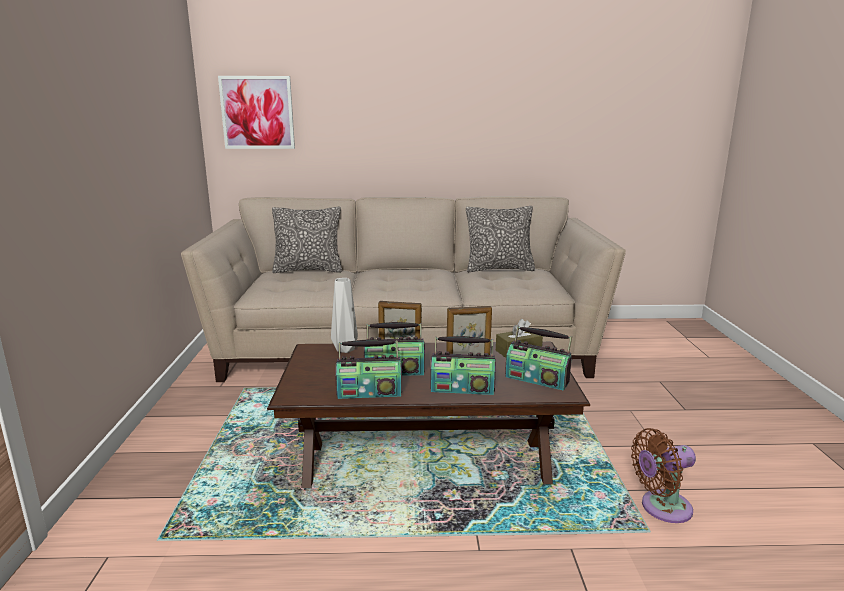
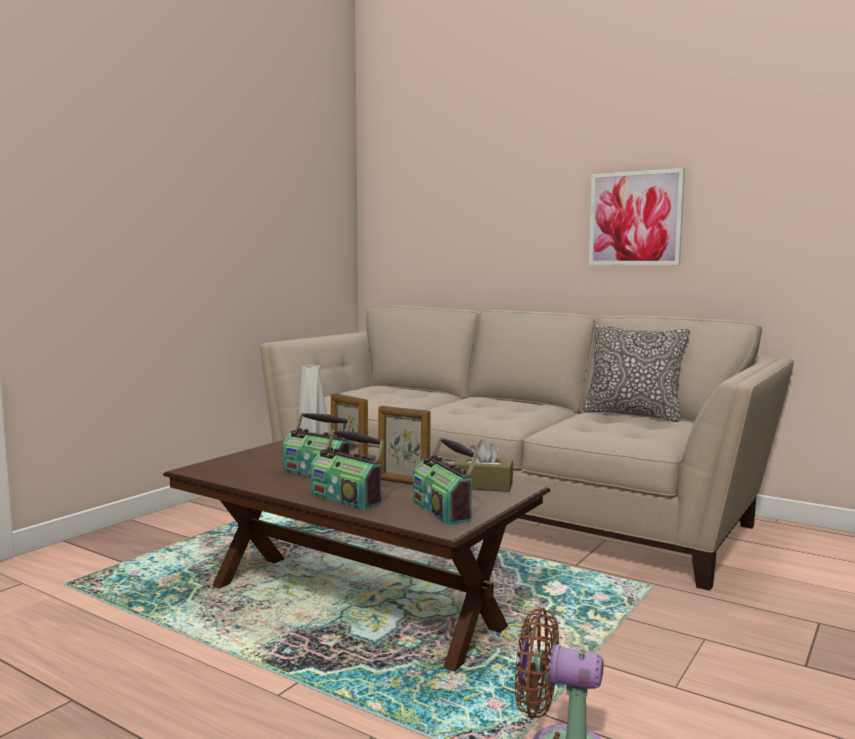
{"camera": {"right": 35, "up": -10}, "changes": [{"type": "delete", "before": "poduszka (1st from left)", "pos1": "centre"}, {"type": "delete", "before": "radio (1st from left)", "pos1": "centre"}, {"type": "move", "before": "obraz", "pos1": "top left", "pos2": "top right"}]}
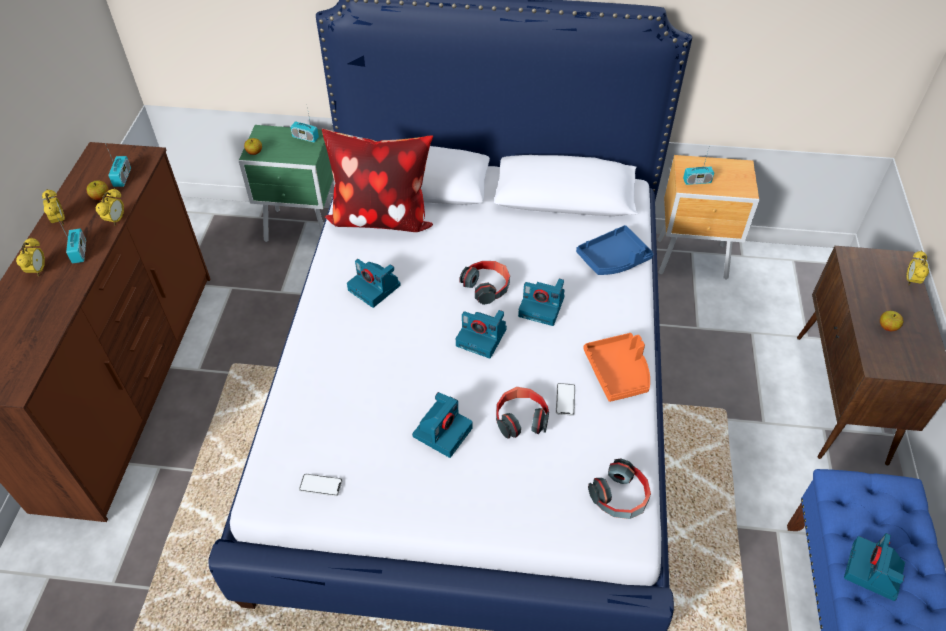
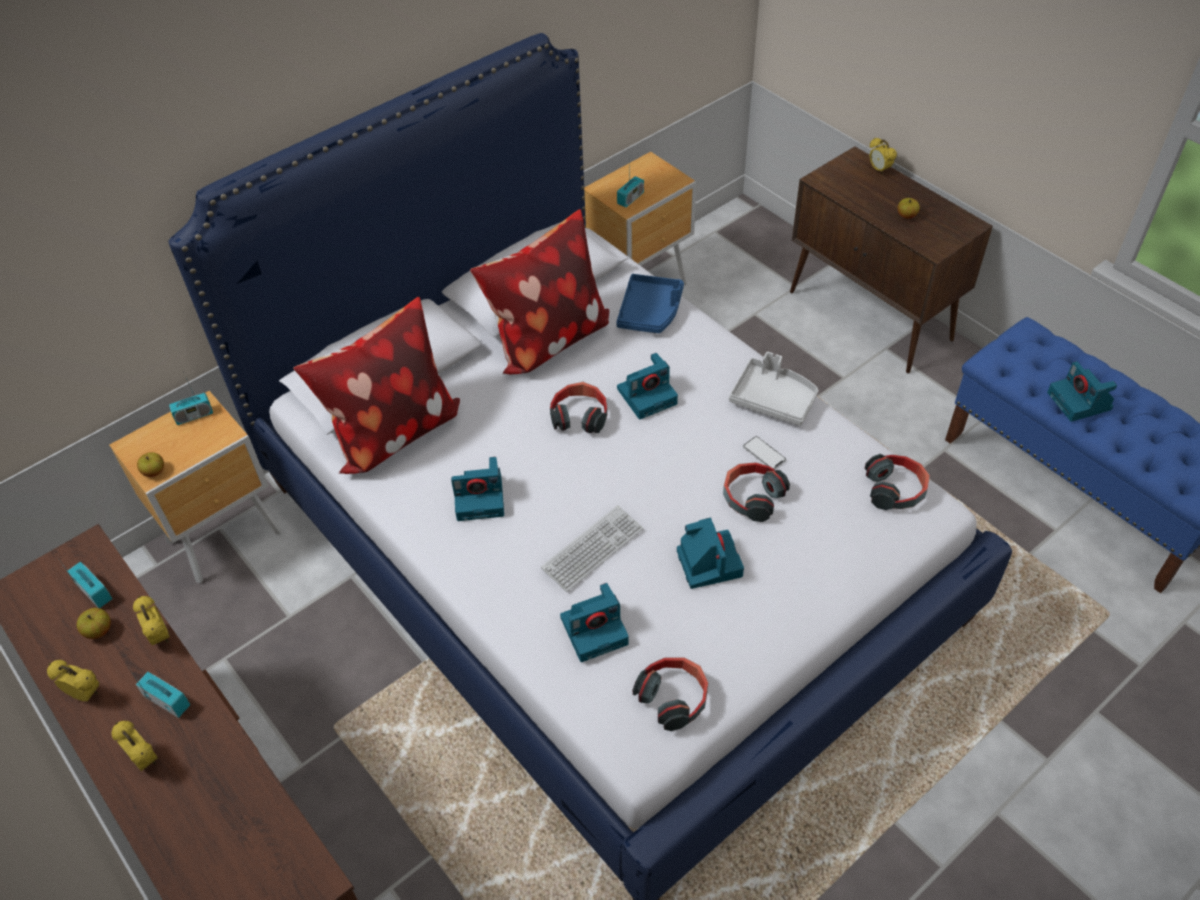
{"camera": {"right": -45, "up": 0}, "changes": [{"type": "insert", "after": "poduszka (2nd from left)", "pos2": "top centre"}, {"type": "insert", "after": "klawiatura", "pos2": "centre"}, {"type": "move", "before": "aparat fotograficzny (3rd from left in the first image)", "after": "aparat fotograficzny (2nd from left)", "pos1": "centre", "pos2": "bottom centre"}, {"type": "replace", "before": "telefon (1st from left)", "after": "słuchawki (2nd from left)", "pos1": "bottom centre", "pos2": "bottom centre"}, {"type": "recolor", "before": "szafka nocna (zielony)", "after": "szafka nocna (brązowy) (1st from left)", "pos1": "top left", "pos2": "middle left"}, {"type": "recolor", "before": "taca (pomarańczowy)", "after": "taca (szary)", "pos1": "centre", "pos2": "centre"}]}
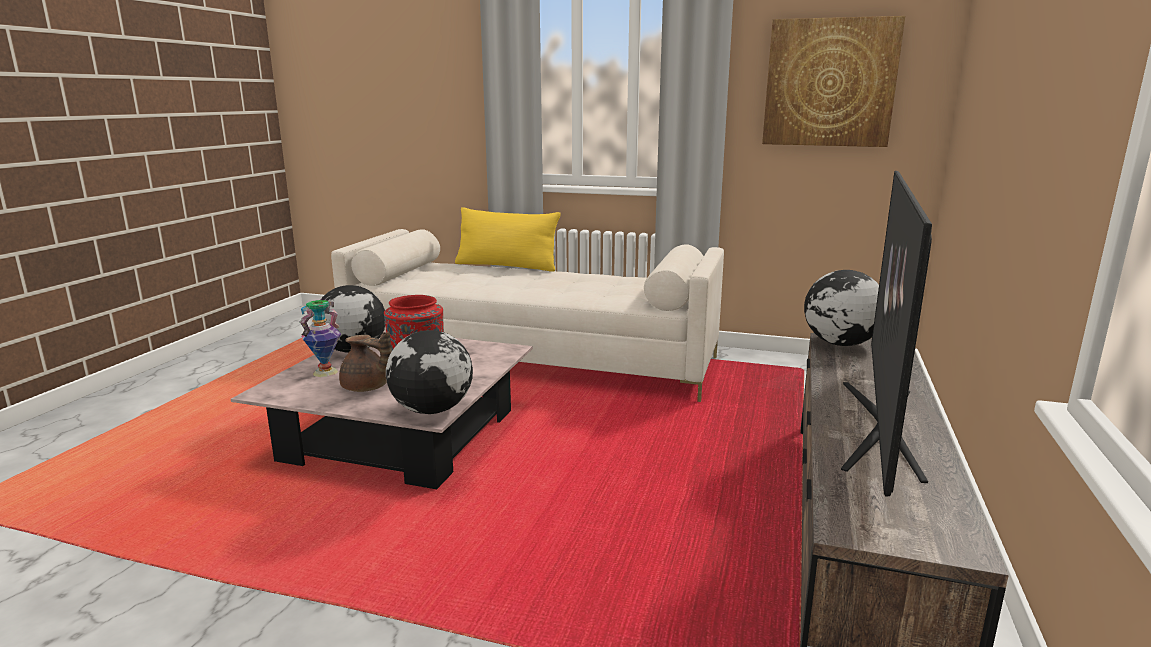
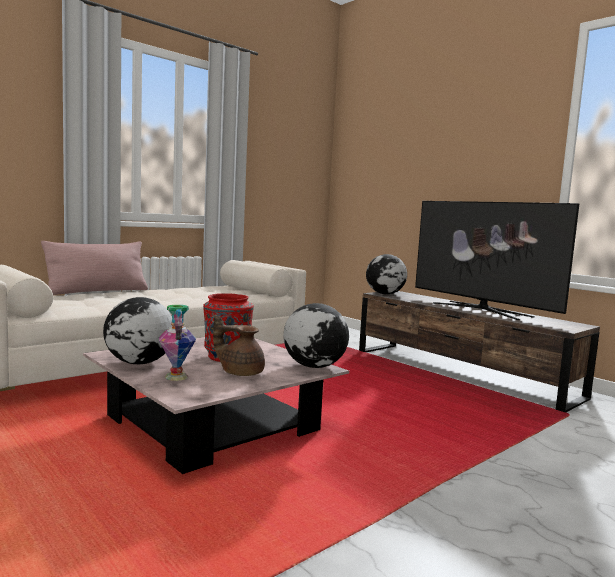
{"camera": {"right": -60, "up": -10}, "changes": [{"type": "delete", "before": "obraz", "pos1": "top right"}, {"type": "recolor", "before": "poduszka (żółty)", "after": "poduszka (różowy)", "pos1": "centre", "pos2": "middle left"}, {"type": "rotate", "before": "imbryk (brązowy)", "pos1": "middle left", "pos2": "centre", "turn": -135}]}
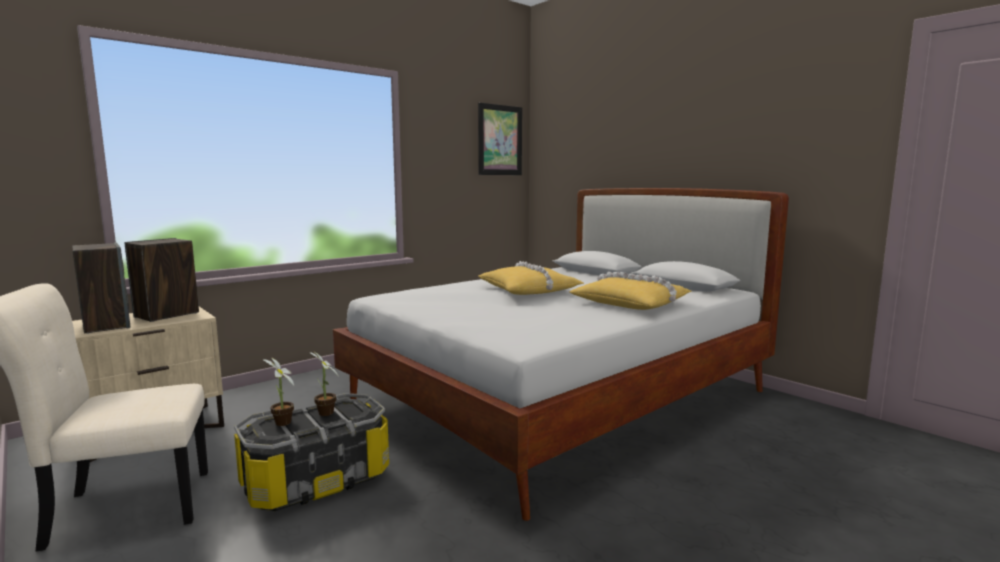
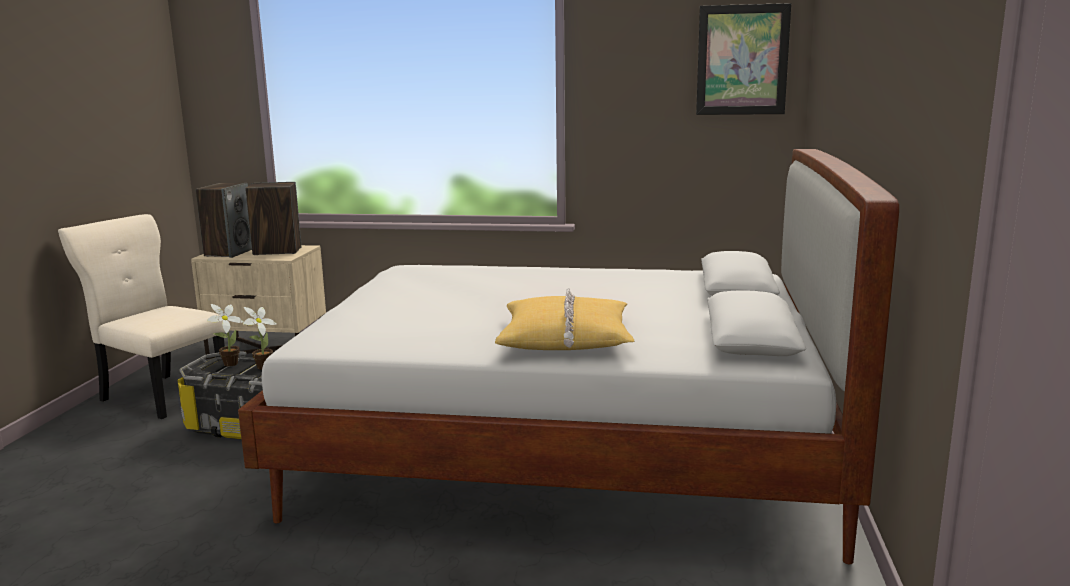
{"camera": {"right": 50, "up": 5}, "changes": [{"type": "delete", "before": "poduszka (żółty) (1st from left)", "pos1": "centre"}]}
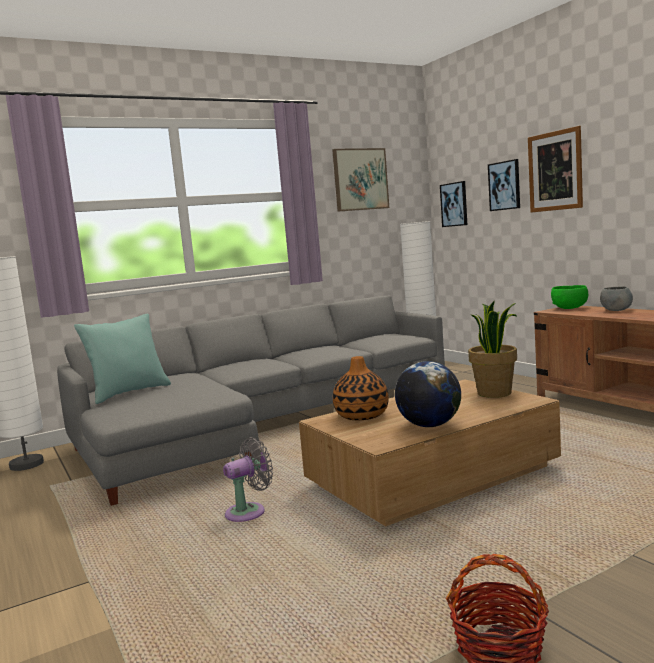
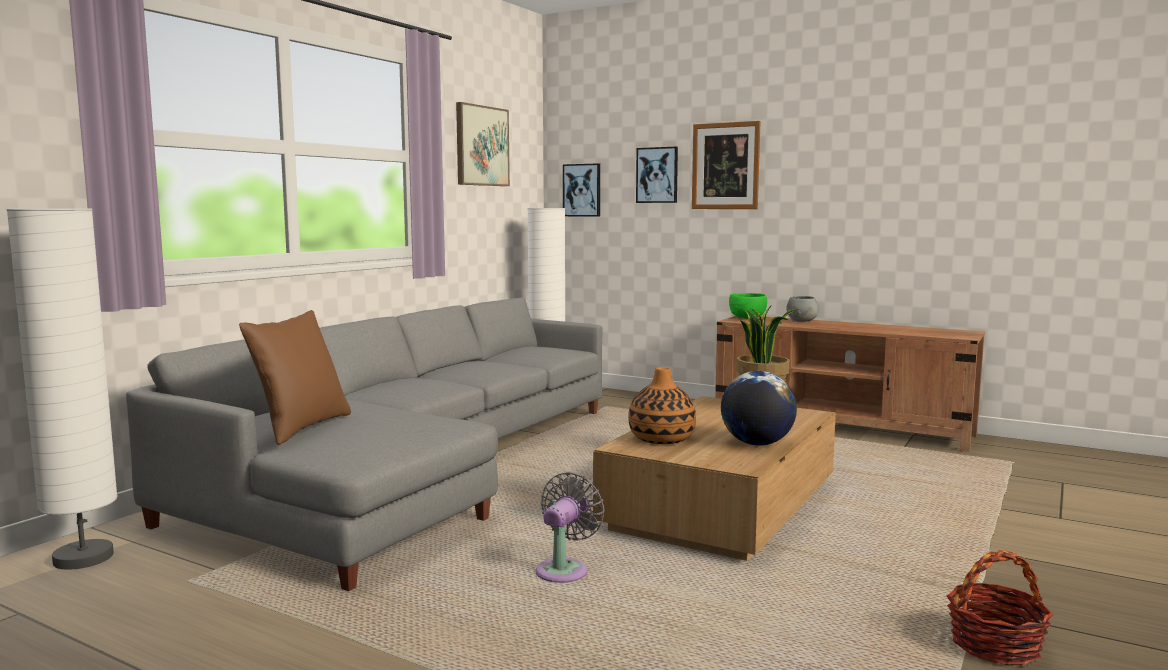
{"camera": {"right": -30, "up": 0}, "changes": [{"type": "recolor", "before": "poduszka (turkusowy)", "after": "poduszka (brązowy)", "pos1": "middle left", "pos2": "middle left"}]}
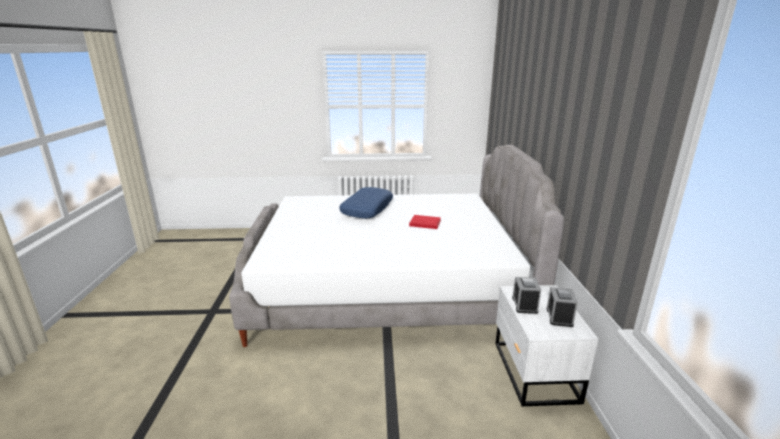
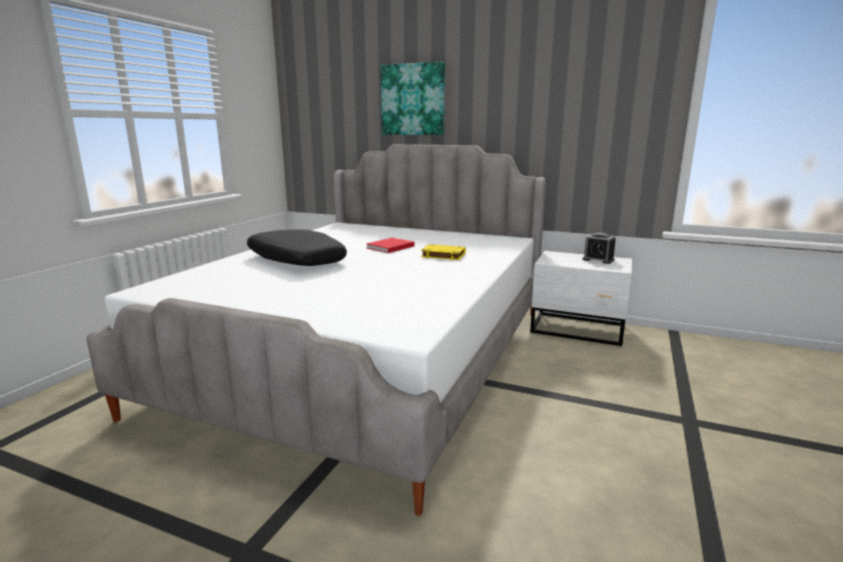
{"camera": {"right": -65, "up": -5}, "changes": [{"type": "delete", "before": "budzik (1st from left)", "pos1": "bottom right"}, {"type": "insert", "after": "obraz", "pos2": "top centre"}, {"type": "insert", "after": "książka (żółty)", "pos2": "centre"}, {"type": "recolor", "before": "poduszka (niebieski)", "after": "poduszka (czarny)", "pos1": "centre", "pos2": "centre"}]}
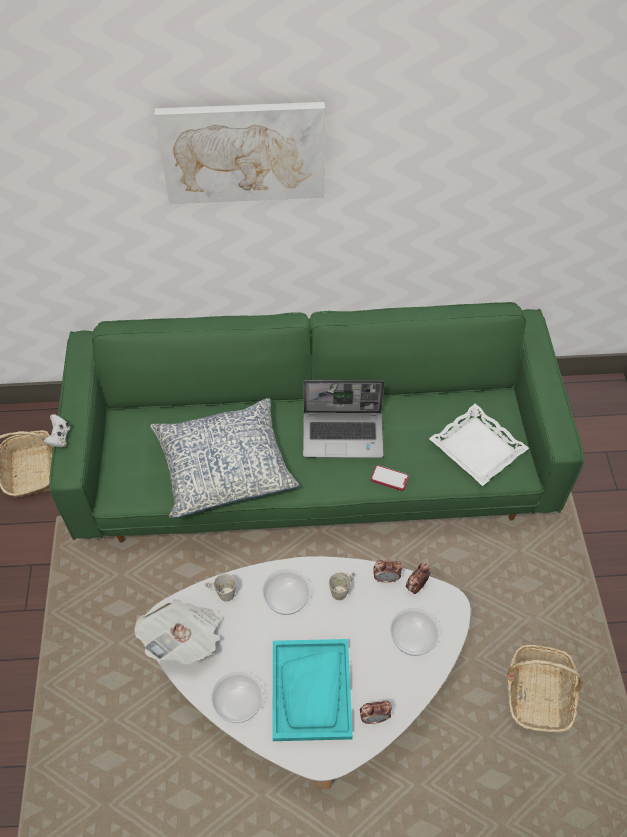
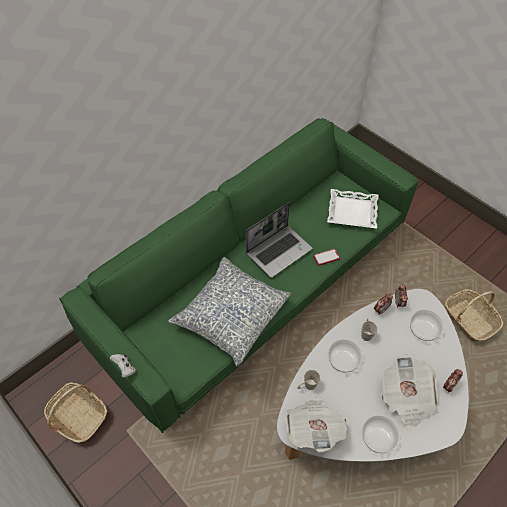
{"camera": {"right": -40, "up": 0}, "changes": [{"type": "delete", "before": "obraz", "pos1": "top centre"}, {"type": "replace", "before": "taca (turkusowy)", "after": "gazeta (2nd from left)", "pos1": "bottom centre", "pos2": "bottom right"}]}
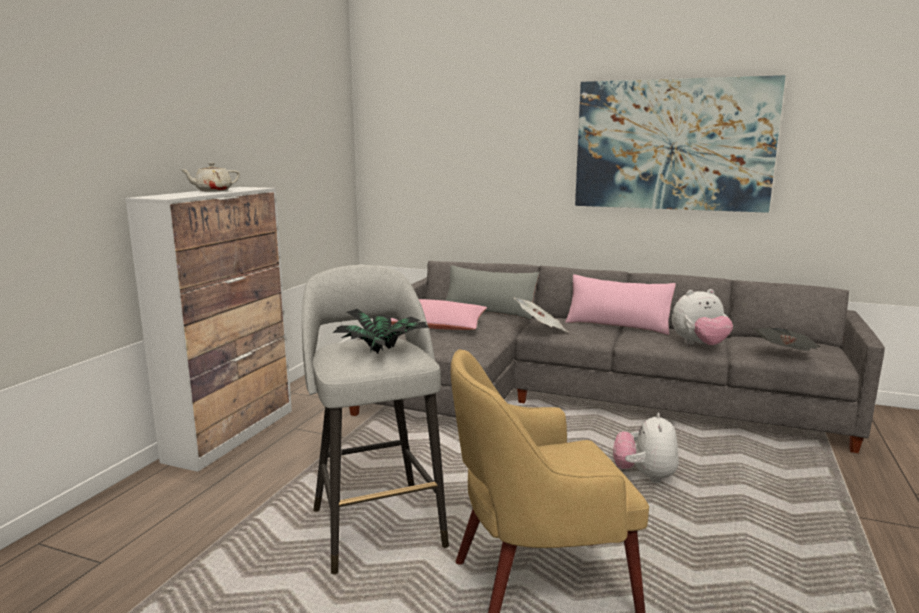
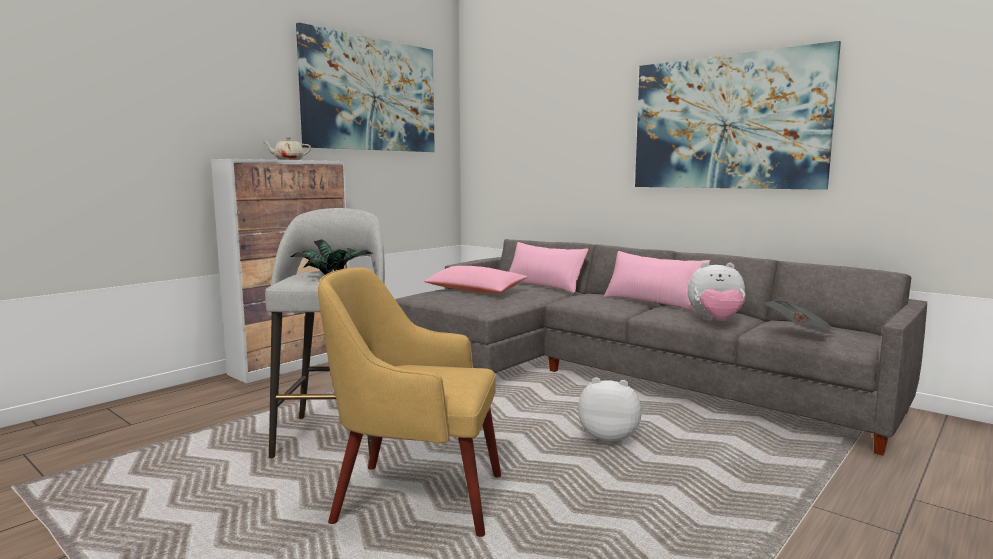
{"camera": {"right": 20, "up": -5}, "changes": [{"type": "delete", "before": "gazeta (1st from left)", "pos1": "centre"}, {"type": "insert", "after": "obraz (1st from left)", "pos2": "top centre"}, {"type": "recolor", "before": "poduszka (szary)", "after": "poduszka (różowy) (2nd from left)", "pos1": "centre", "pos2": "centre"}, {"type": "rotate", "before": "pluszak (1st from left)", "pos1": "bottom right", "pos2": "bottom centre", "turn": 75}]}
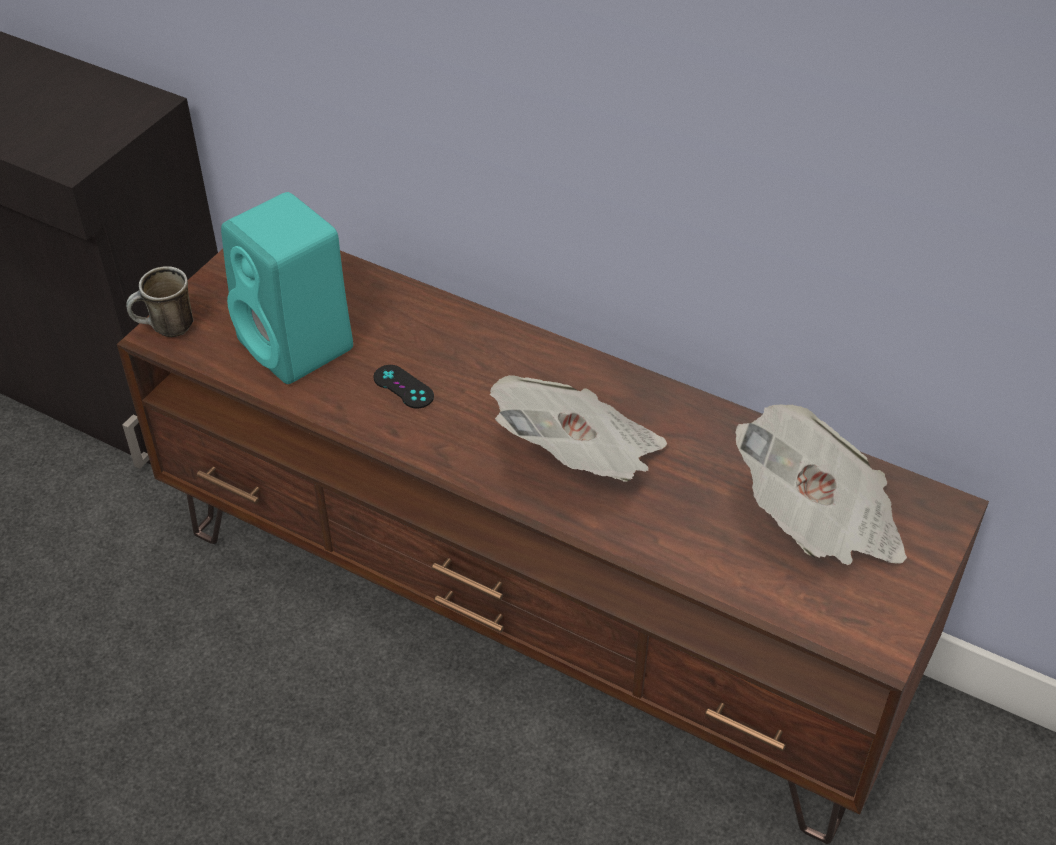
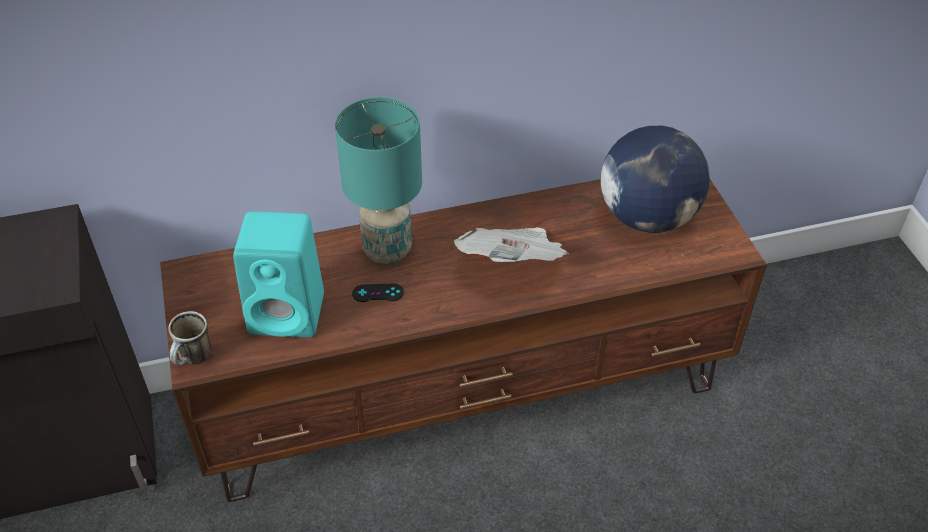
{"camera": {"right": -45, "up": 0}, "changes": [{"type": "insert", "after": "lampa stołowa (turkusowy)", "pos2": "centre"}, {"type": "replace", "before": "gazeta (2nd from left)", "after": "globus", "pos1": "middle right", "pos2": "middle right"}]}
